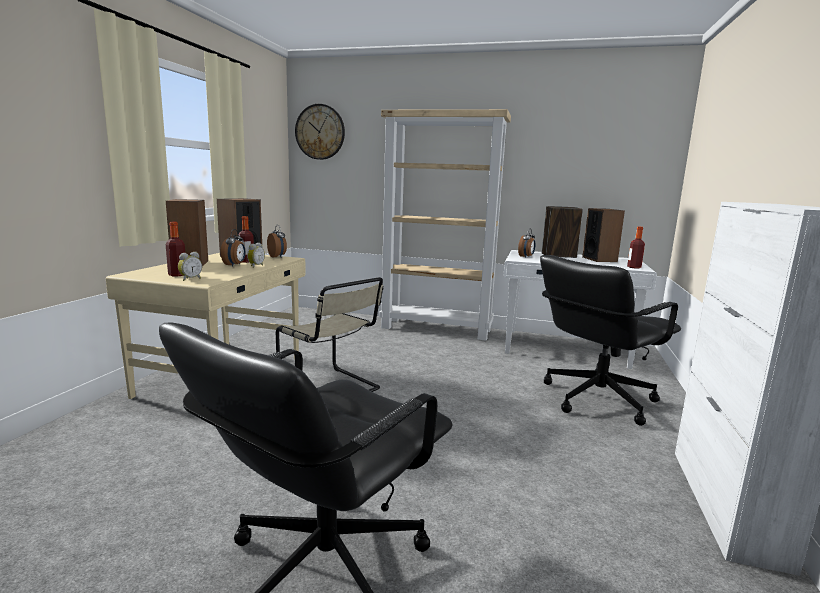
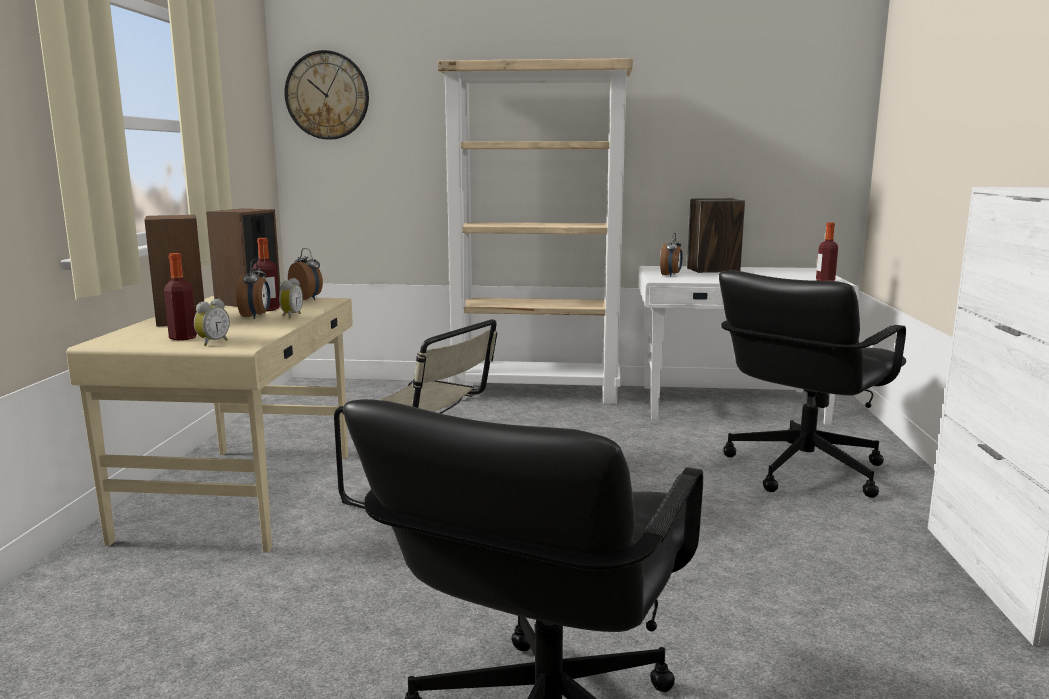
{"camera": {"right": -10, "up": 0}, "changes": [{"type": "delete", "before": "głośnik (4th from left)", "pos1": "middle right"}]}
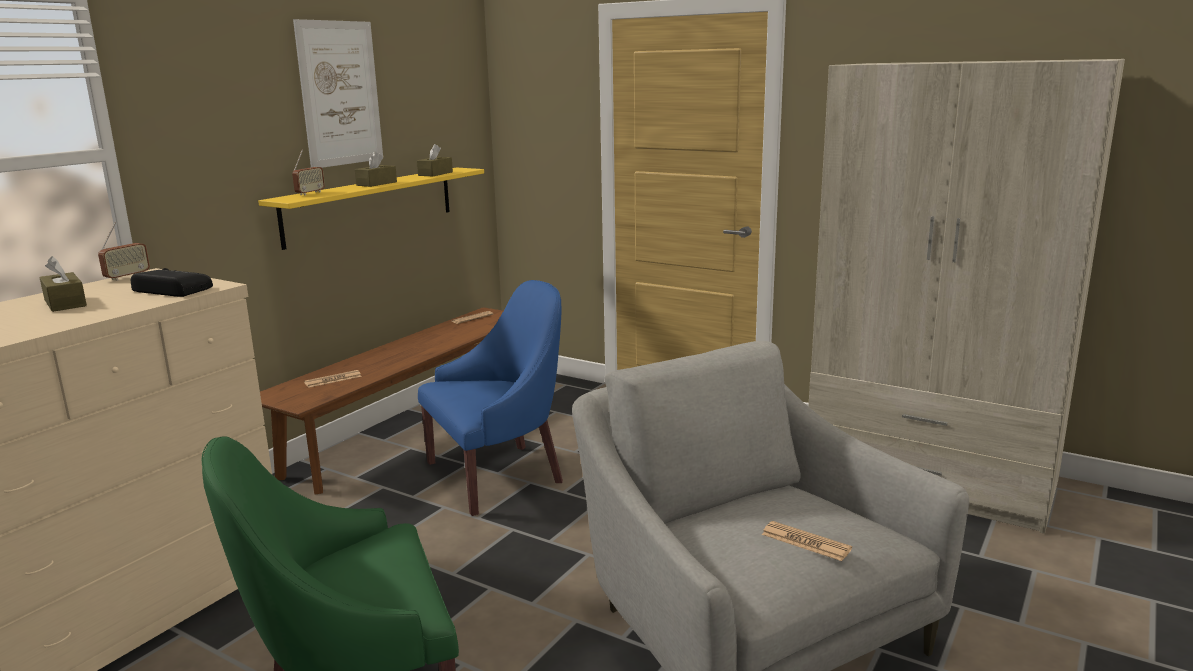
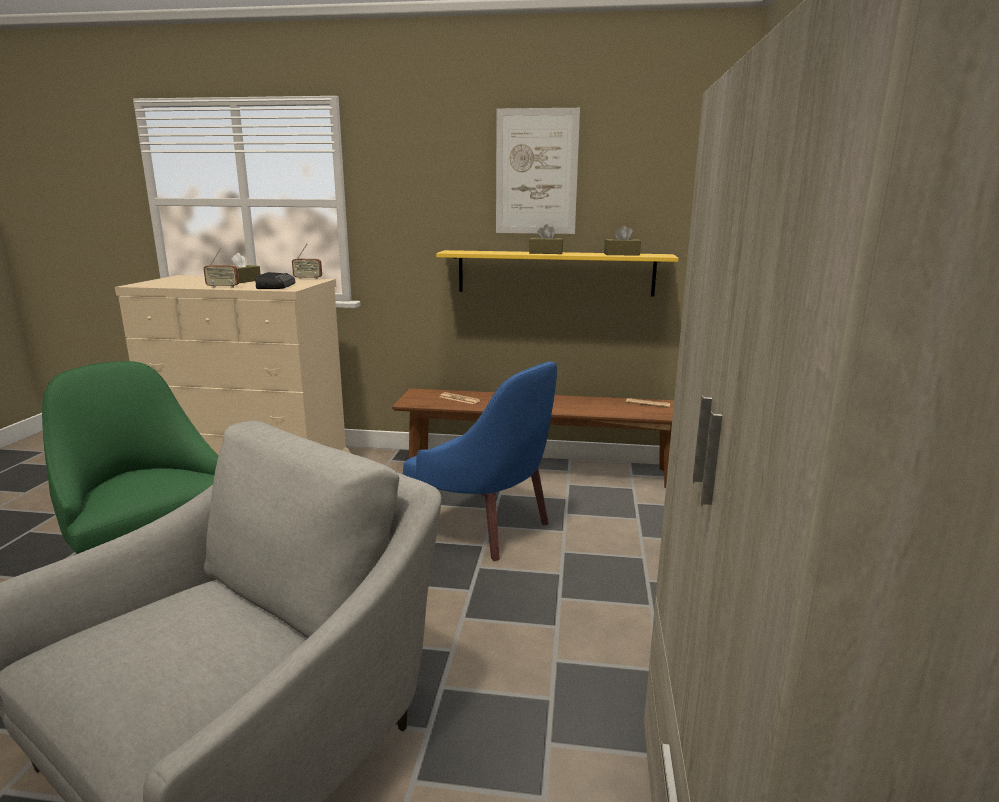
{"camera": {"right": 65, "up": 0}, "changes": [{"type": "delete", "before": "gazeta (3rd from left)", "pos1": "bottom right"}, {"type": "move", "before": "radio (3rd from left in the first image)", "after": "radio (1st from left)", "pos1": "top left", "pos2": "middle left"}]}
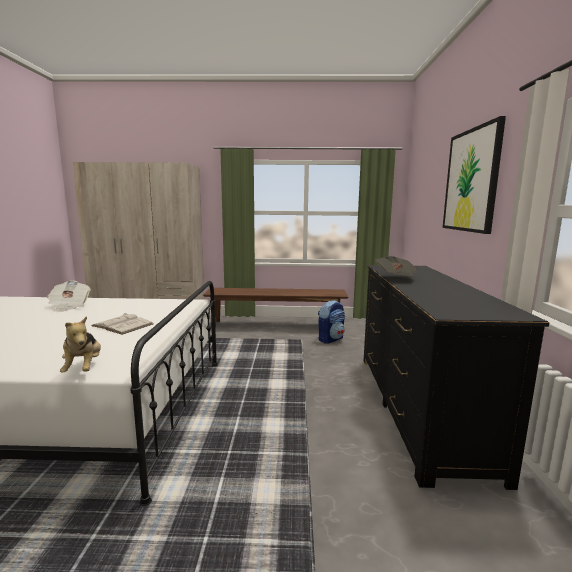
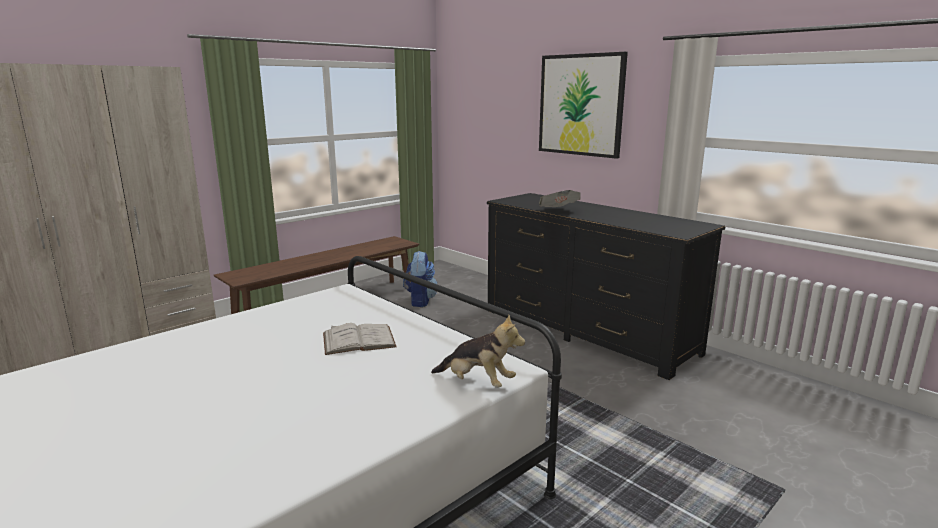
{"camera": {"right": -45, "up": 5}, "changes": [{"type": "delete", "before": "gazeta (1st from left)", "pos1": "middle left"}]}
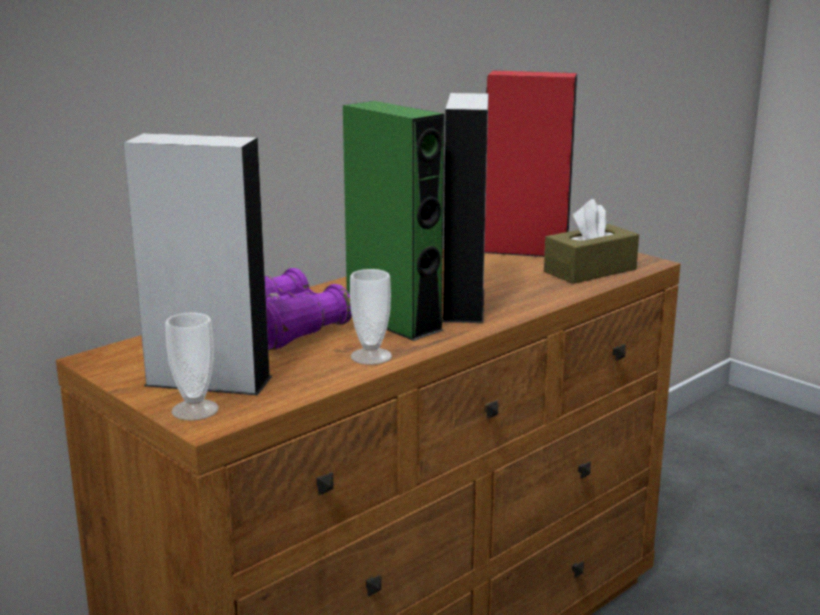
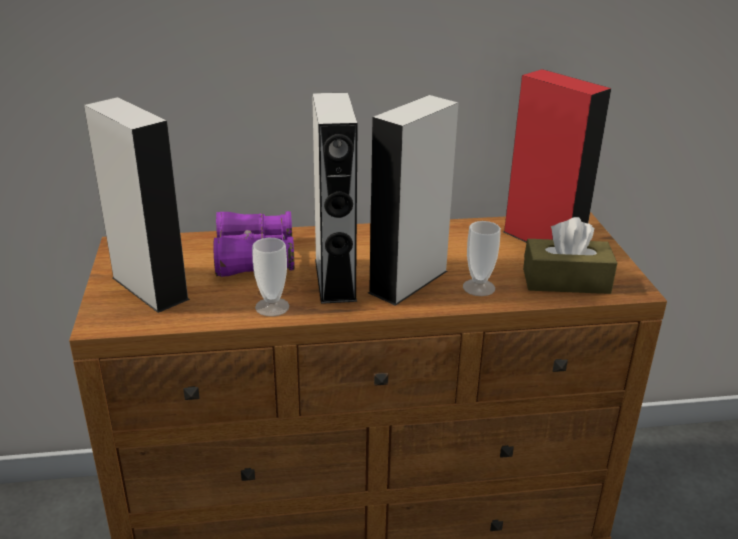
{"camera": {"right": 35, "up": 10}, "changes": [{"type": "move", "before": "filiżanka (1st from left in the first image)", "after": "filiżanka (2nd from left)", "pos1": "middle left", "pos2": "centre"}, {"type": "recolor", "before": "głośnik (zielony)", "after": "głośnik (szary) (2nd from left)", "pos1": "centre", "pos2": "centre"}]}
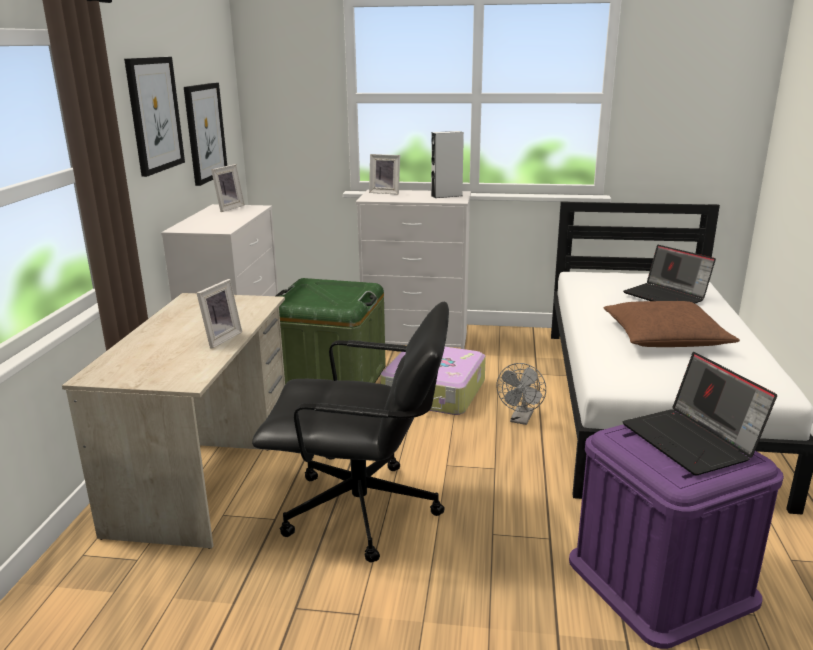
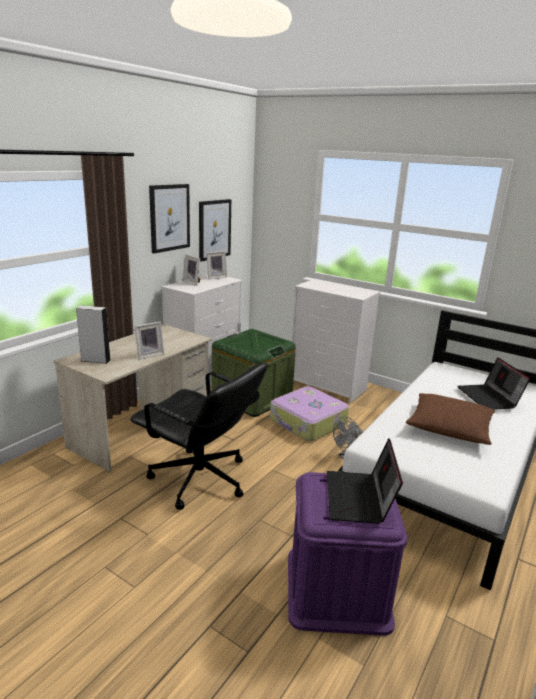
{"camera": {"right": 25, "up": 0}, "changes": [{"type": "move", "before": "ramka na zdjęcie (3rd from left in the first image)", "after": "ramka na zdjęcie (2nd from left)", "pos1": "top centre", "pos2": "centre"}, {"type": "move", "before": "głośnik (szary)", "pos1": "top centre", "pos2": "middle left"}]}
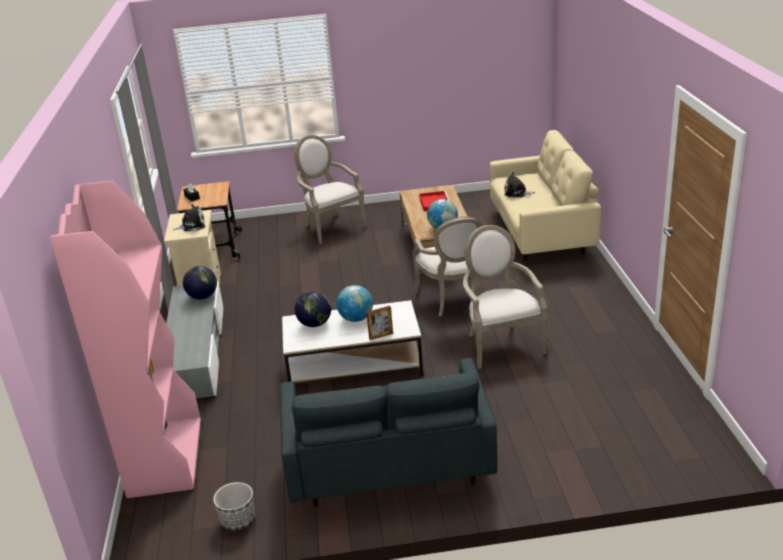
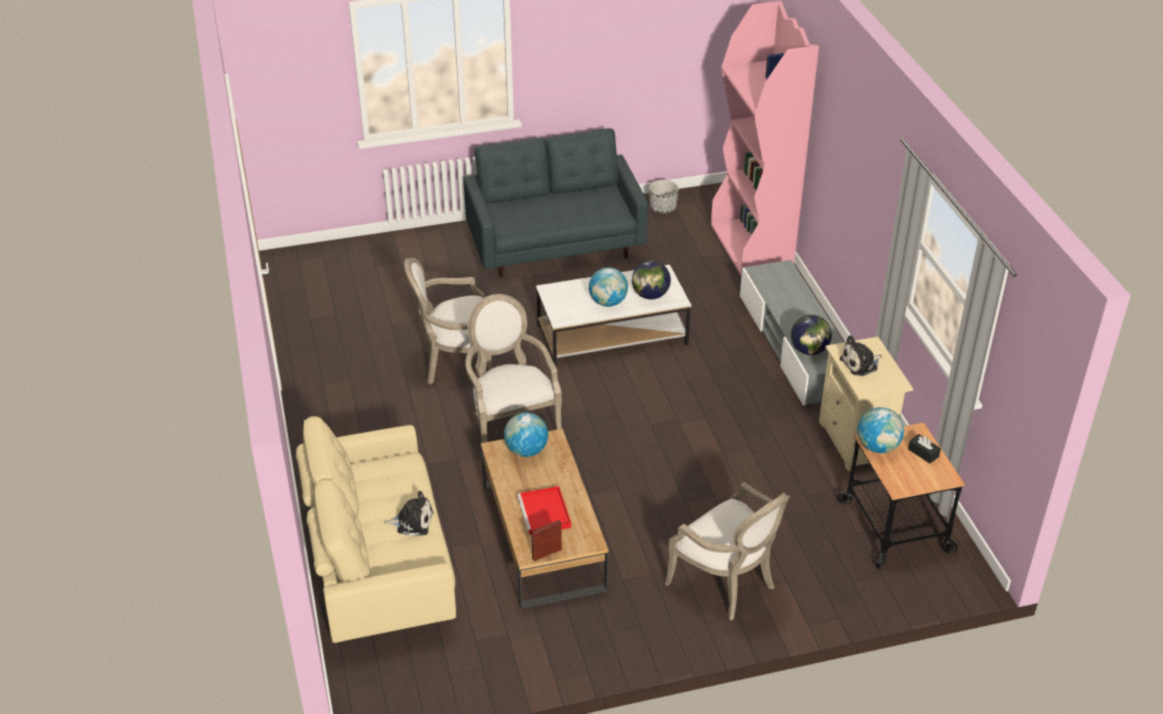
{"camera": {"right": 170, "up": 10}, "changes": [{"type": "insert", "after": "globus (5th from left)", "pos2": "middle right"}, {"type": "move", "before": "ramka na zdjęcie", "pos1": "centre", "pos2": "bottom centre"}, {"type": "rotate", "before": "fotel (3rd from left in the first image)", "pos1": "centre", "pos2": "centre", "turn": 105}]}
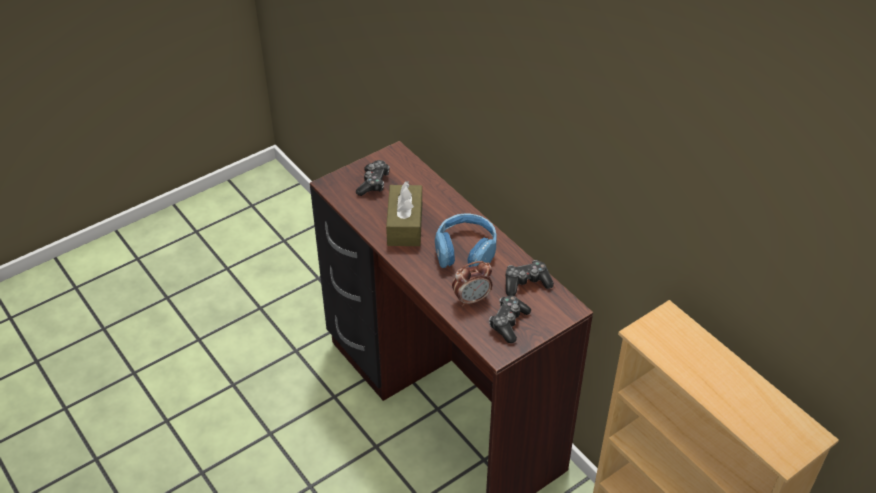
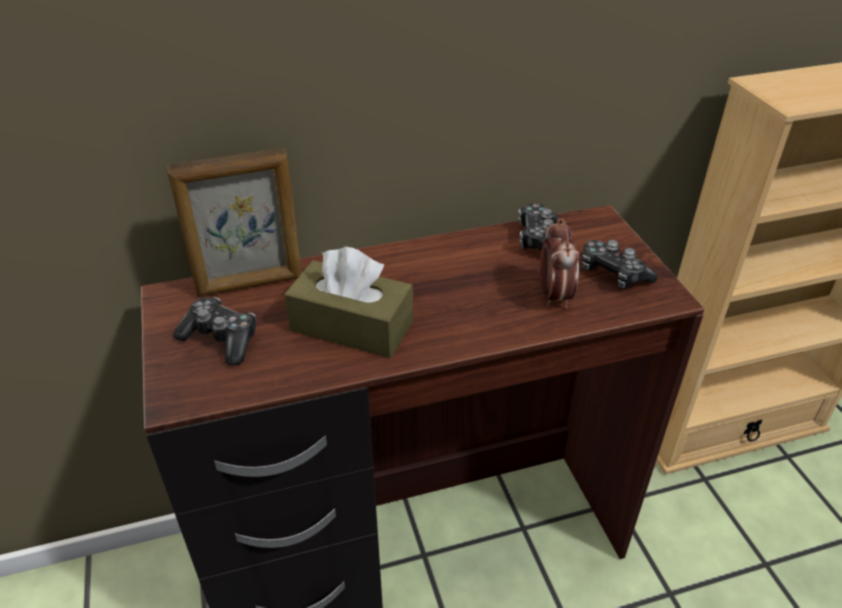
{"camera": {"right": -70, "up": -5}, "changes": [{"type": "delete", "before": "słuchawki (niebieski)", "pos1": "centre"}, {"type": "insert", "after": "ramka na zdjęcie", "pos2": "middle left"}]}
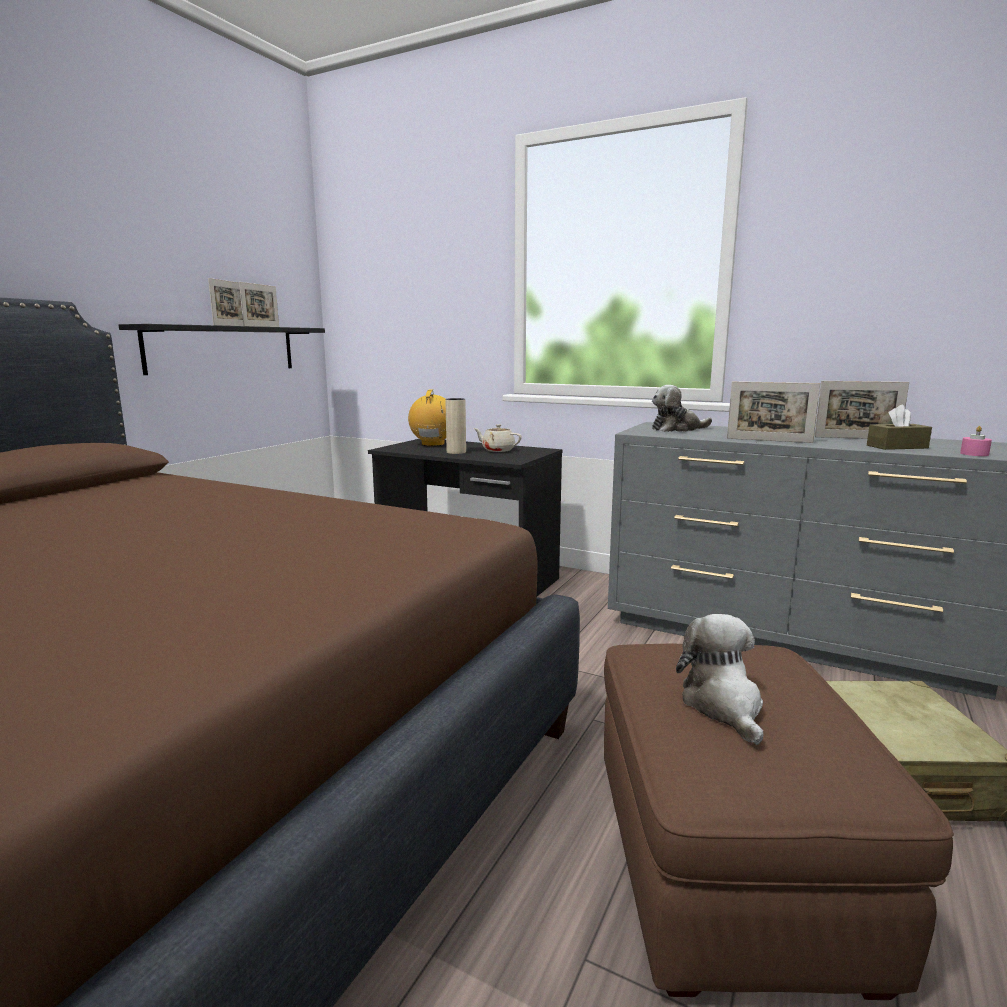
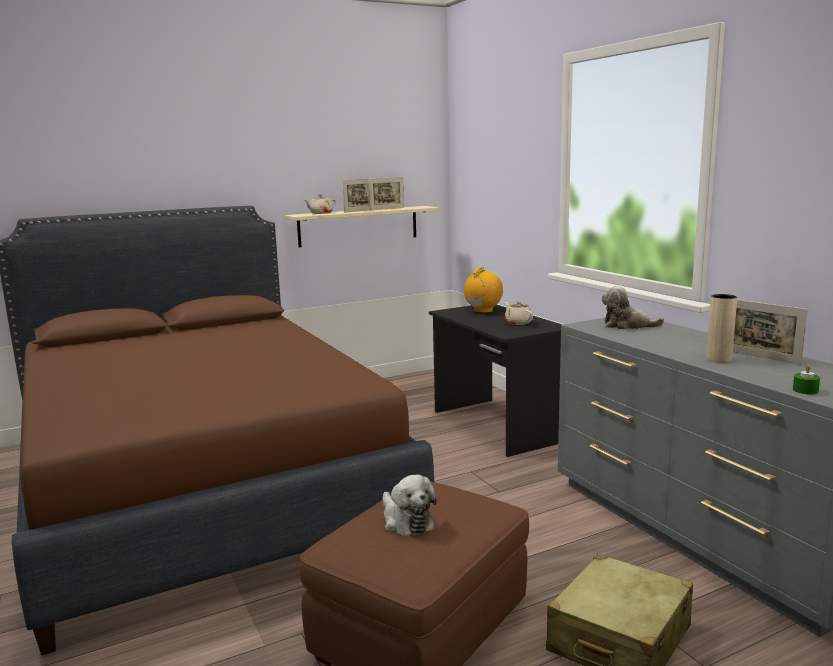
{"camera": {"right": 35, "up": 0}, "changes": [{"type": "delete", "before": "ramka na zdjęcie (3rd from left)", "pos1": "middle right"}, {"type": "delete", "before": "pudełko chusteczek (brązowy)", "pos1": "middle right"}, {"type": "insert", "after": "imbryk (beżowy) (1st from left)", "pos2": "top centre"}, {"type": "move", "before": "wazon (beżowy)", "pos1": "centre", "pos2": "middle right"}, {"type": "recolor", "before": "półka (czarny)", "after": "półka (beżowy)", "pos1": "middle left", "pos2": "centre"}, {"type": "recolor", "before": "świeca (różowy)", "after": "świeca (zielony)", "pos1": "middle right", "pos2": "middle right"}, {"type": "rotate", "before": "pluszak (2nd from left in the first image)", "pos1": "bottom right", "pos2": "bottom centre", "turn": 120}]}
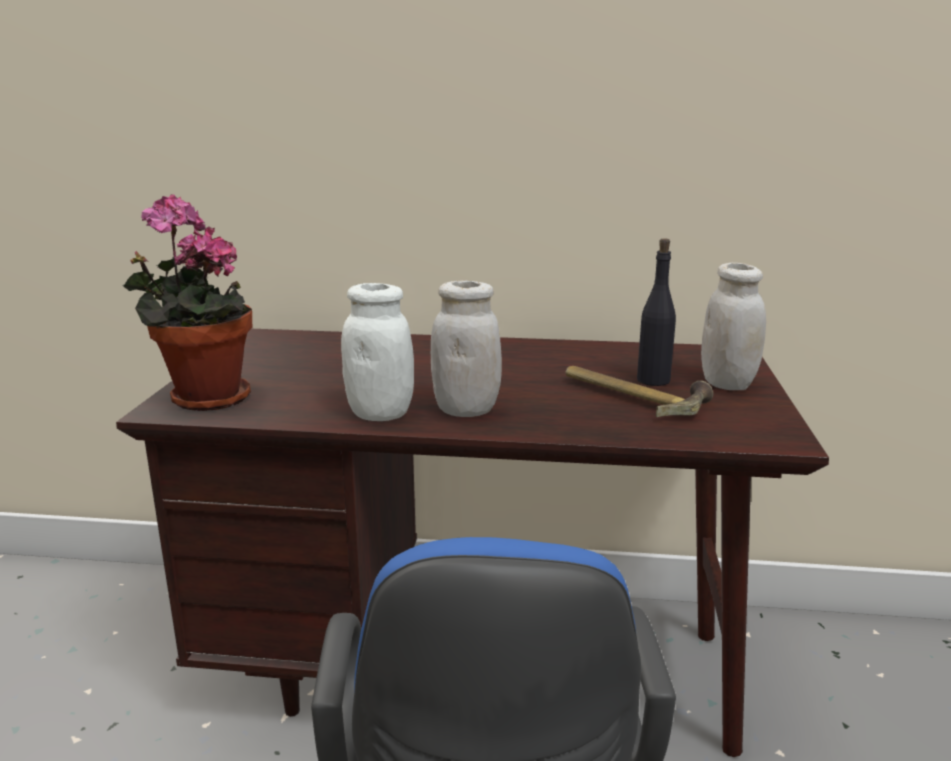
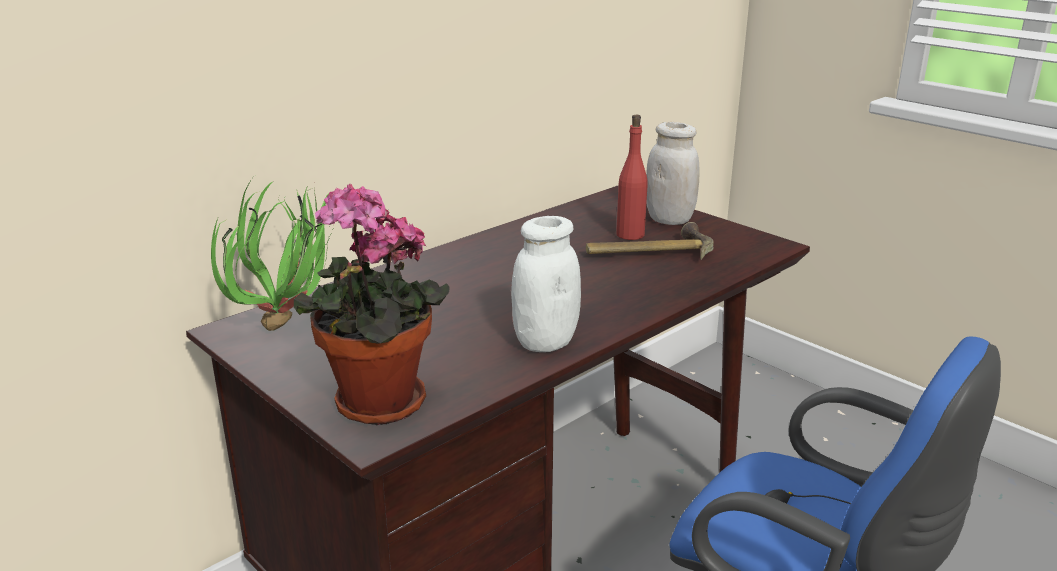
{"camera": {"right": -50, "up": 5}, "changes": [{"type": "delete", "before": "słoik (biały) (2nd from left)", "pos1": "centre"}, {"type": "insert", "after": "roślina doniczkowa (1st from left)", "pos2": "middle left"}, {"type": "recolor", "before": "butelka (czarny)", "after": "butelka (czerwony)", "pos1": "middle right", "pos2": "top centre"}]}
